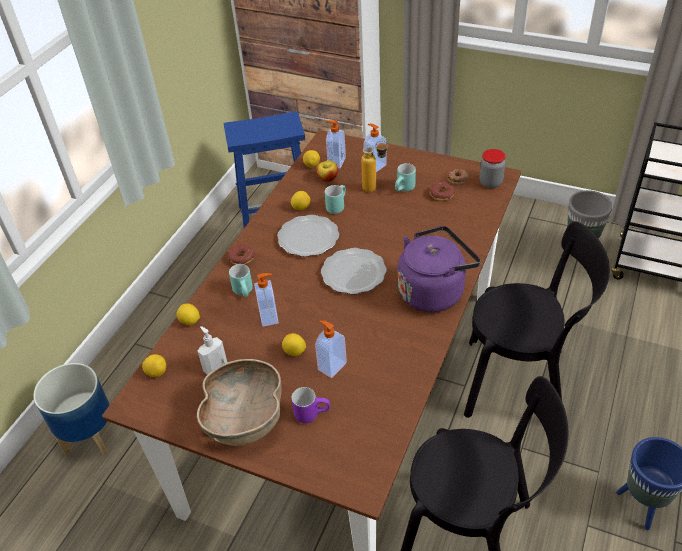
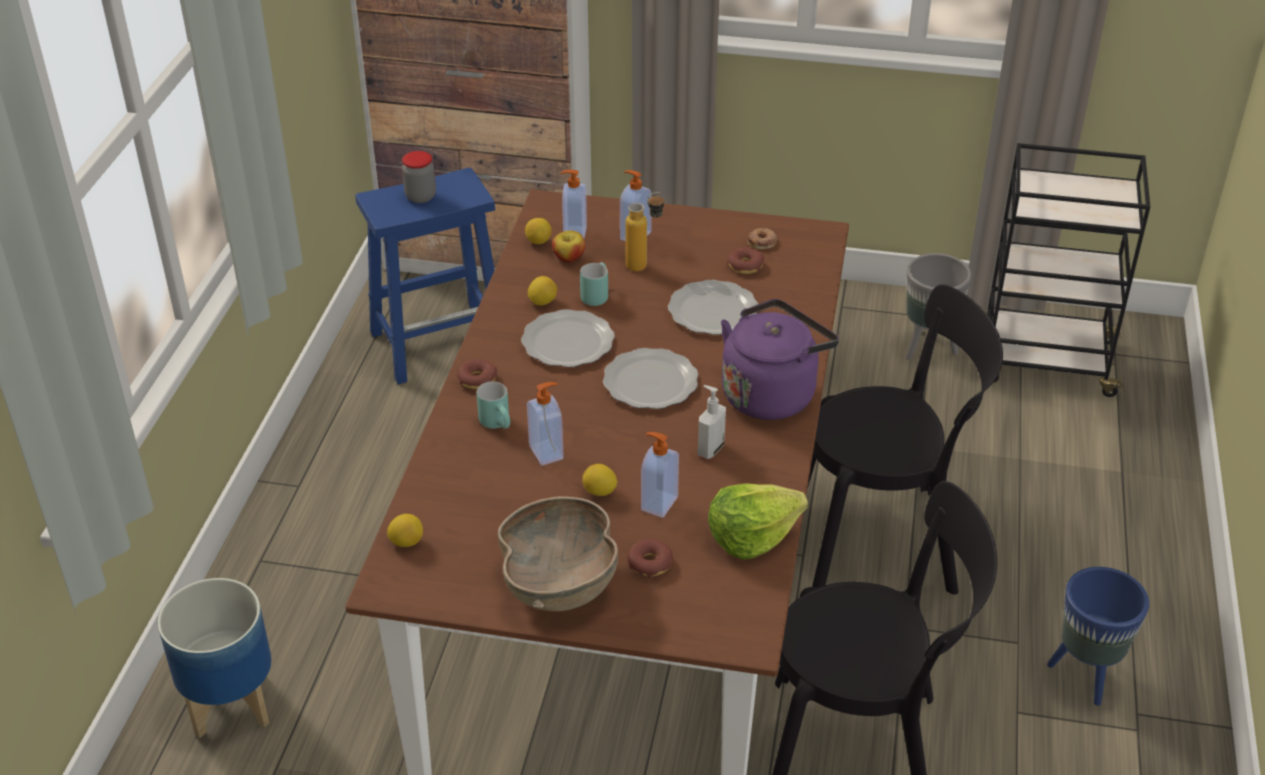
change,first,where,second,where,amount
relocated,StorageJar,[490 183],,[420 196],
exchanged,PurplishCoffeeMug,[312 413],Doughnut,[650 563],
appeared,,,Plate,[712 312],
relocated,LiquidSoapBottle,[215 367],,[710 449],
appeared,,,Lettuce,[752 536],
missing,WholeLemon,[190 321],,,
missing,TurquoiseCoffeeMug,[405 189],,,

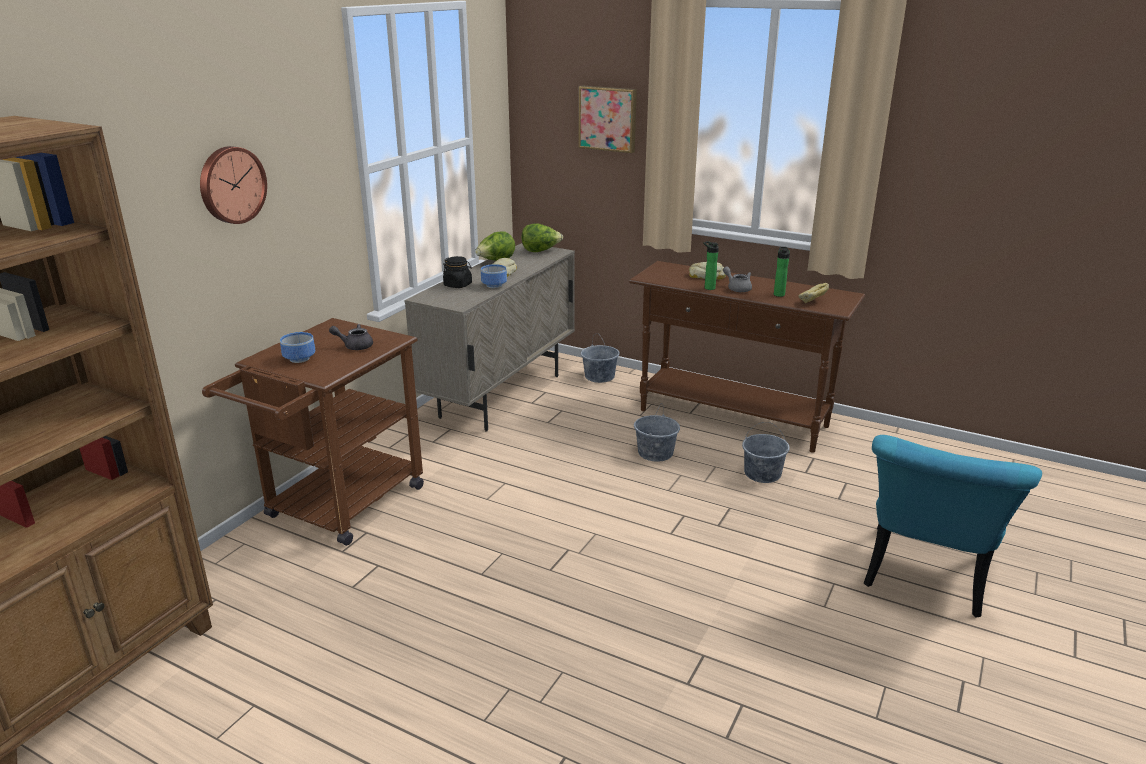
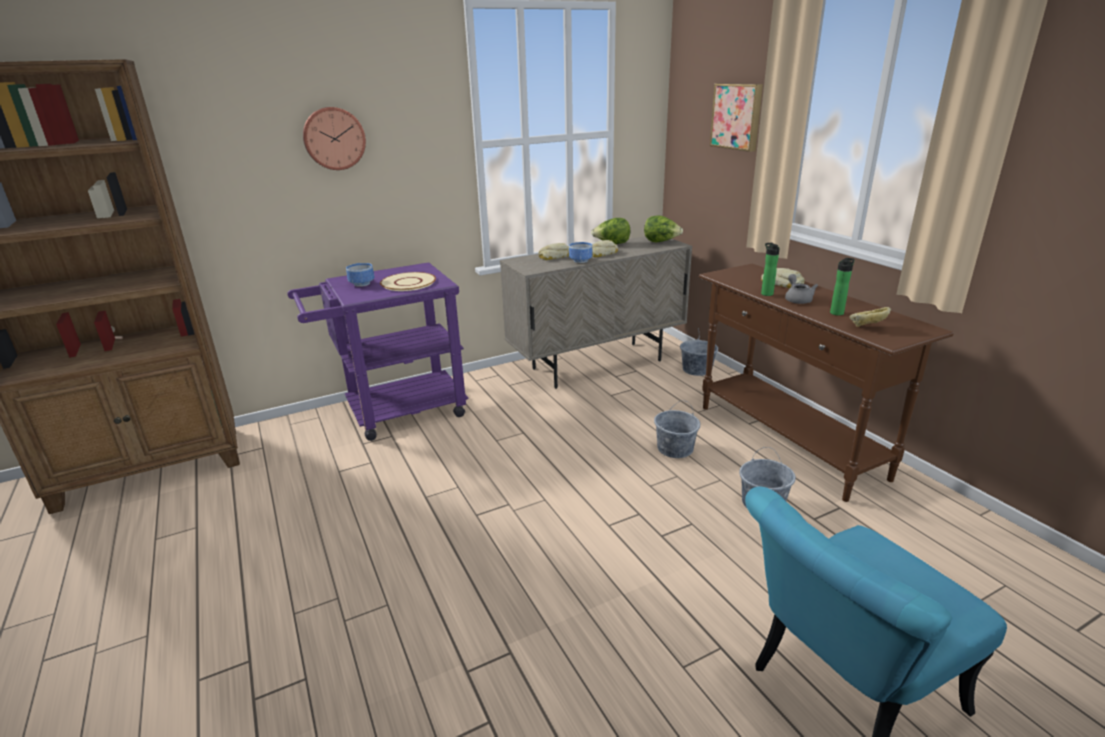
change,first,where,second,where,amount
colour,BrownishTrolley,[337 508],PurplishTrolley,[395 412],
exchanged,GrayPotForTea,[354 346],BeigePlate,[408 283],
exchanged,BlackishStorageJar,[458 285],BakedBread,[554 256],

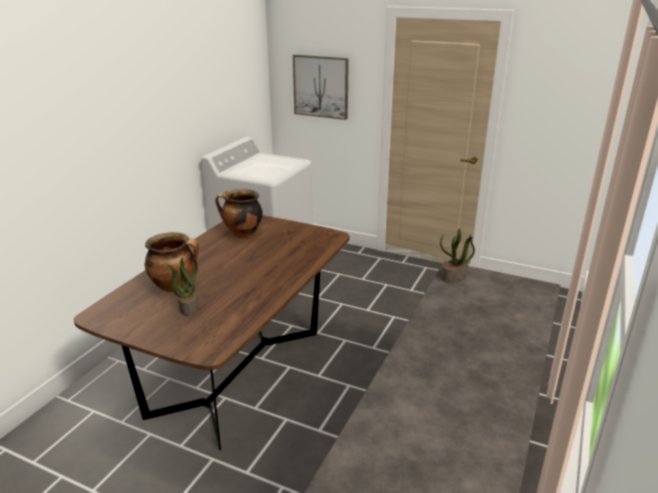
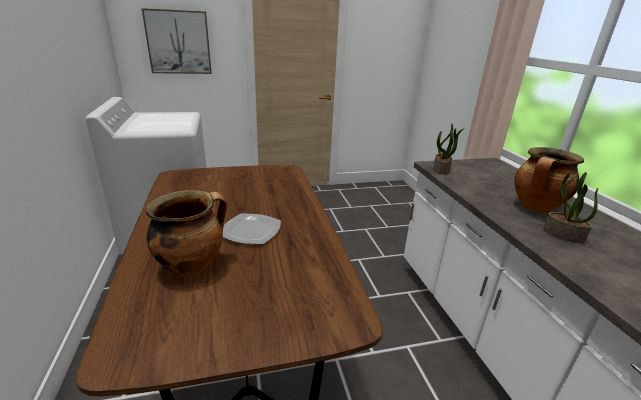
change,first,where,second,where,amount
appeared,,,Plate,[250 231],
relocated,Stockpot,[242 234],,[536 208],
relocated,PottedPlant,[188 307],,[562 235],

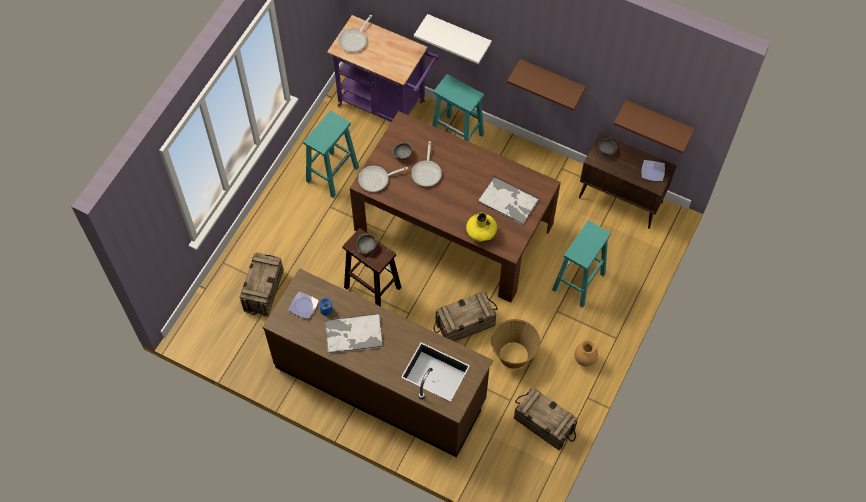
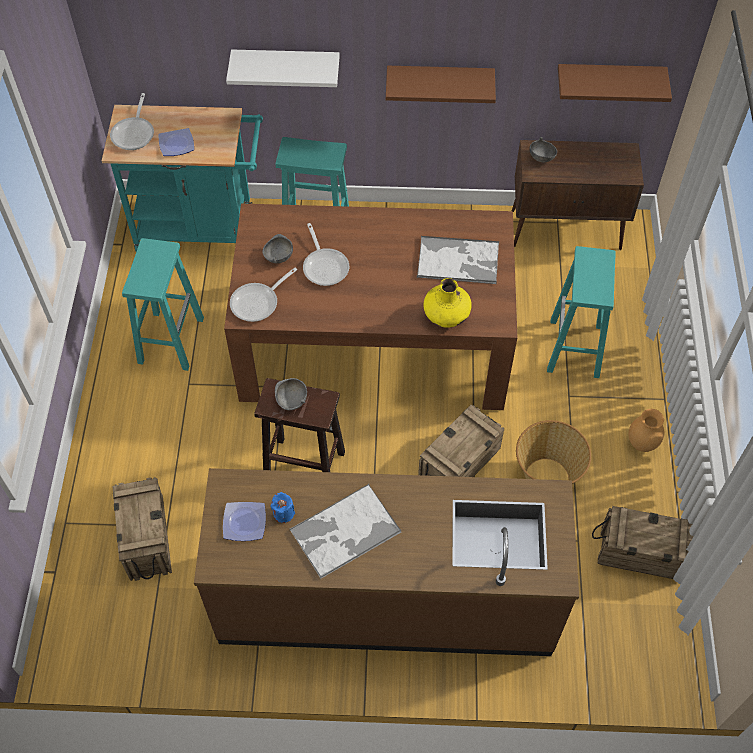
change,first,where,second,where,amount
colour,PurplishTrolley,[386 105],TurquoiseTrolley,[202 227],
relocated,Plate,[652 172],,[176 145],

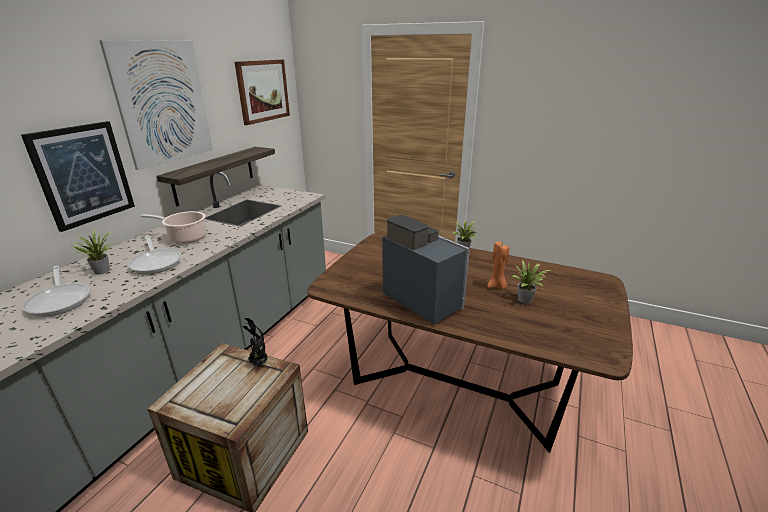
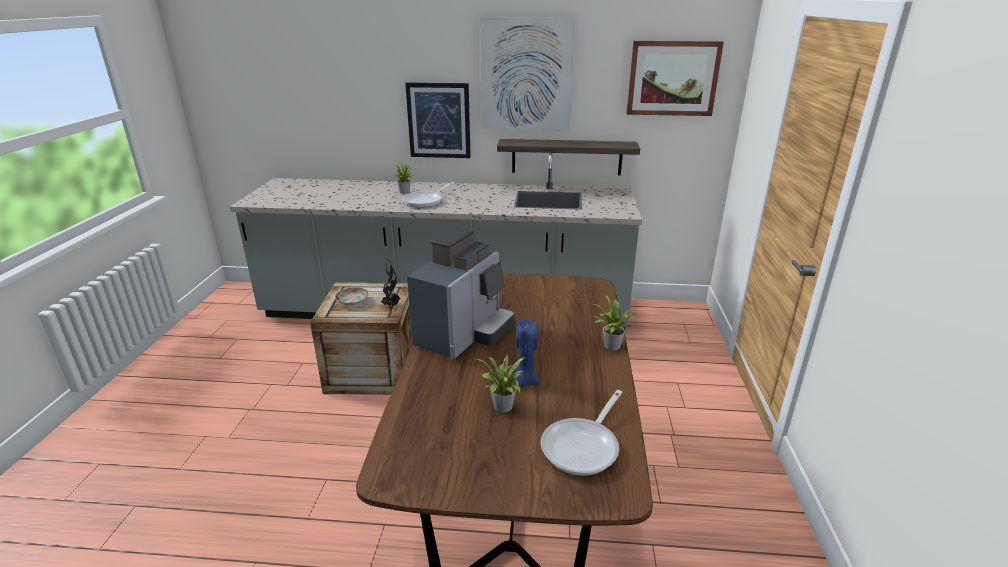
change,first,where,second,where,amount
appeared,,,Plate,[353 302],
colour,OrangeCandle,[496 286],BluishCandle,[525 381],
relocated,FryingPan,[60 300],,[584 446],
missing,Stockpot,[186 238],,,

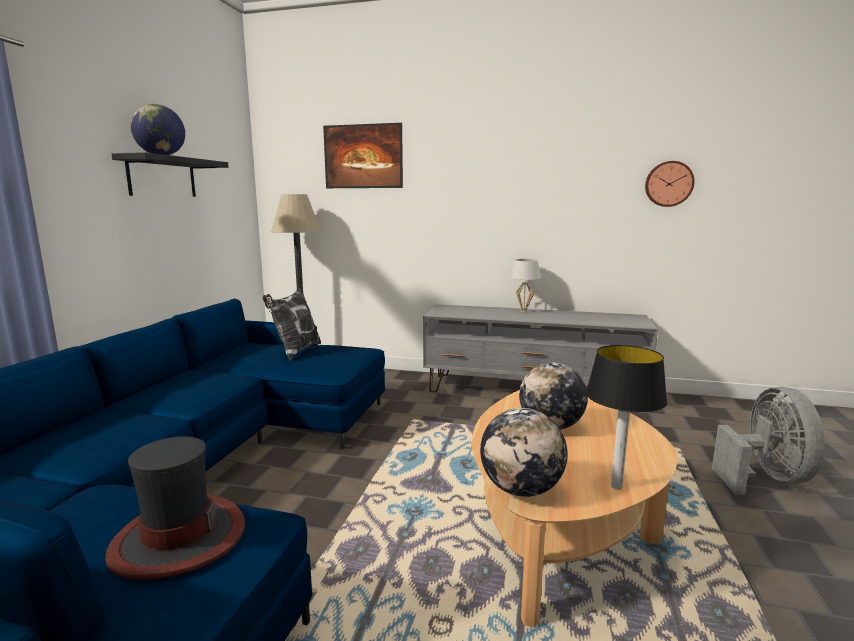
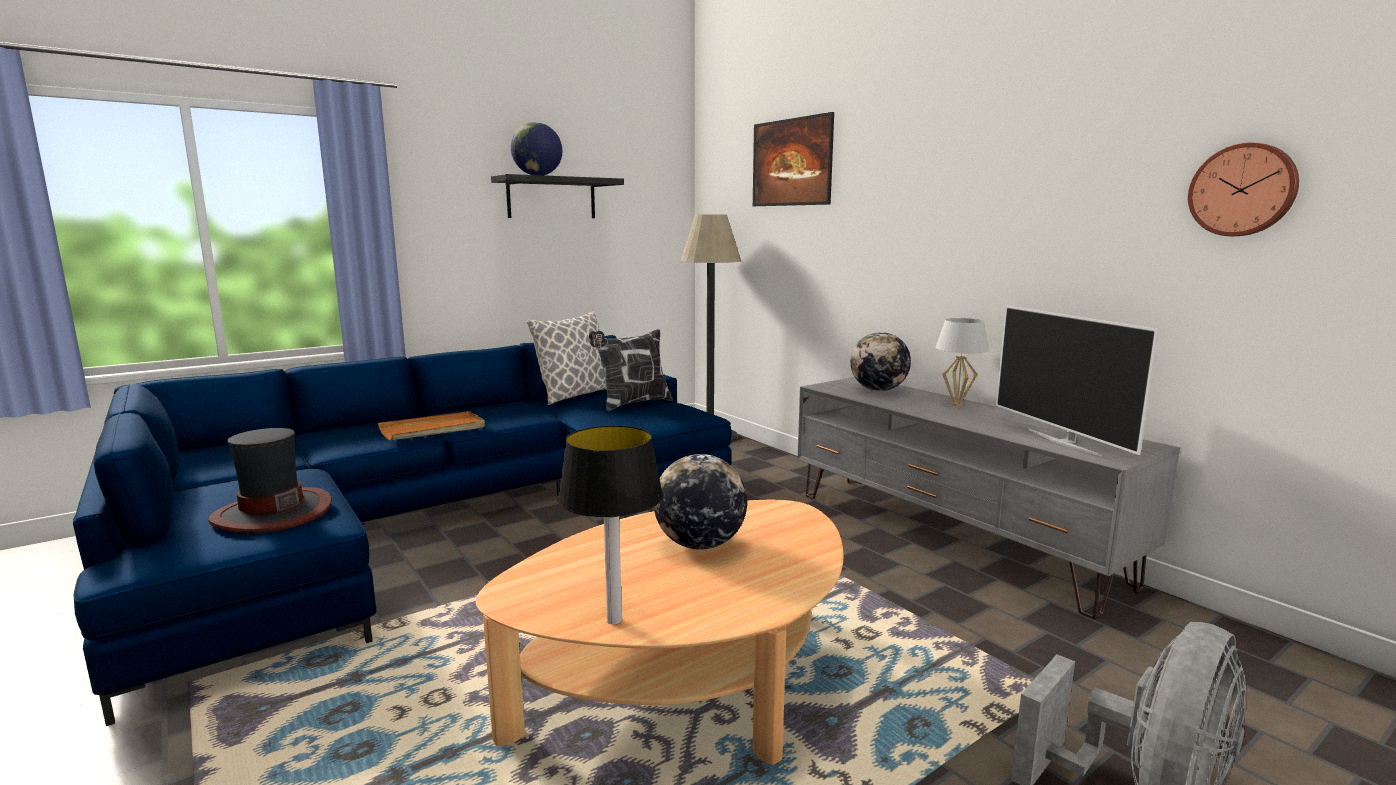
change,first,where,second,where,amount
appeared,,,OrangeTray,[433 429],
appeared,,,Cushion,[575 395],
relocated,Globe,[521 489],,[878 390],
appeared,,,TvSet,[1064 442],

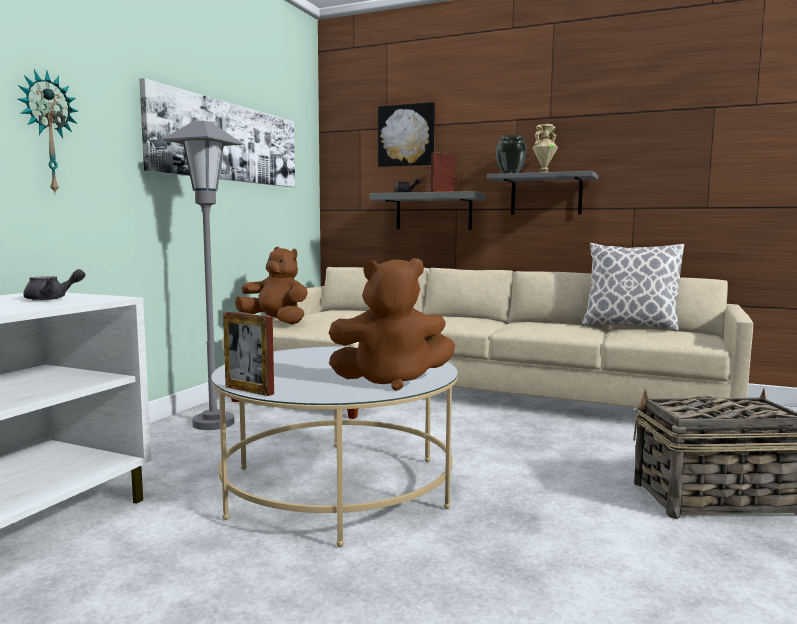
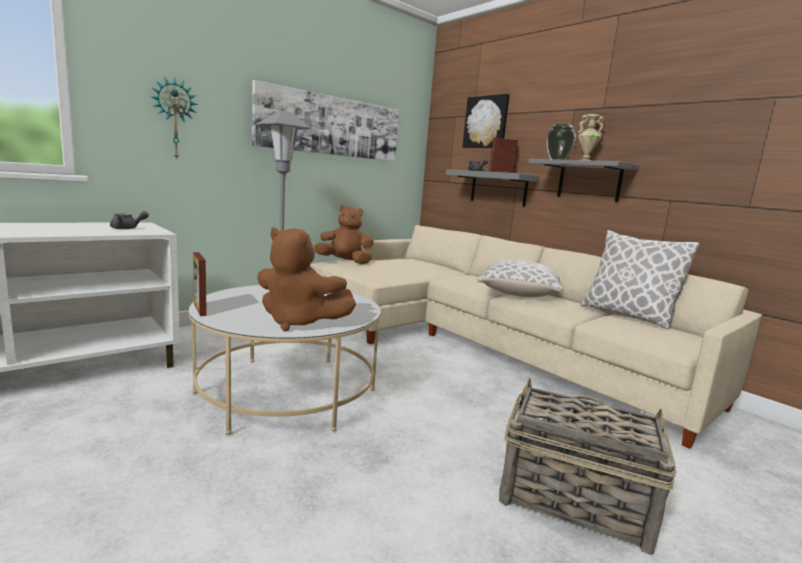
change,first,where,second,where,amount
spun,BrownishSoftToy,[275 322],,[345 262],45 degrees counterclockwise
appeared,,,Cushion,[518 294],

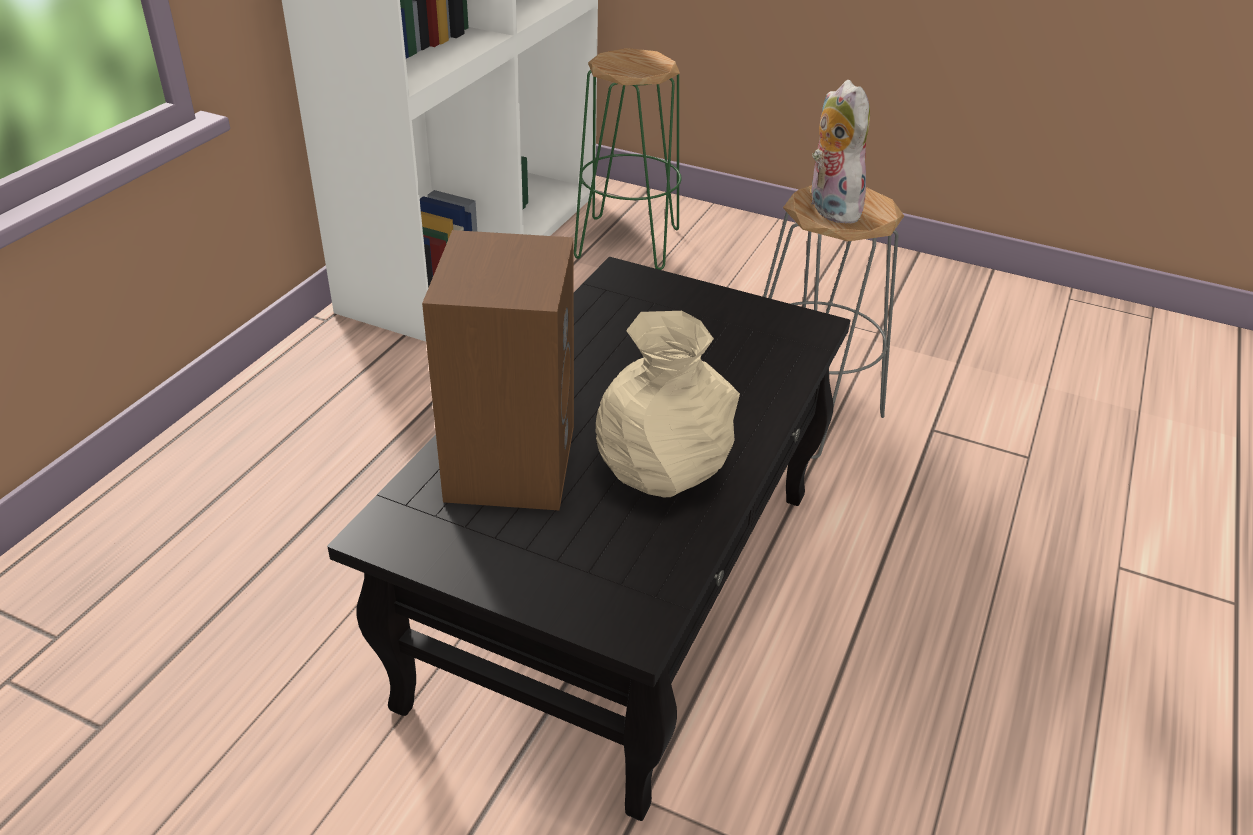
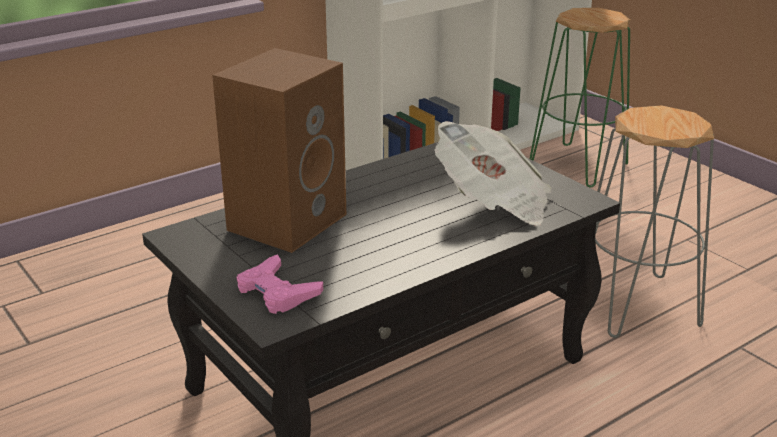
change,first,where,second,where,amount
appeared,,,PinkColouredGameController,[277 292],
appeared,,,Newspaper,[493 202],
missing,BeigeFlowerVase,[662 469],,,
missing,SoftToy,[829 208],,,

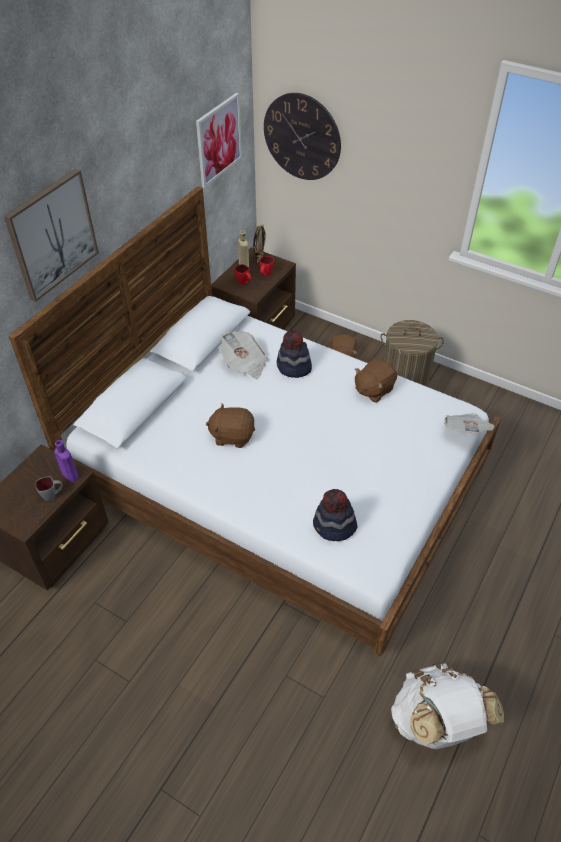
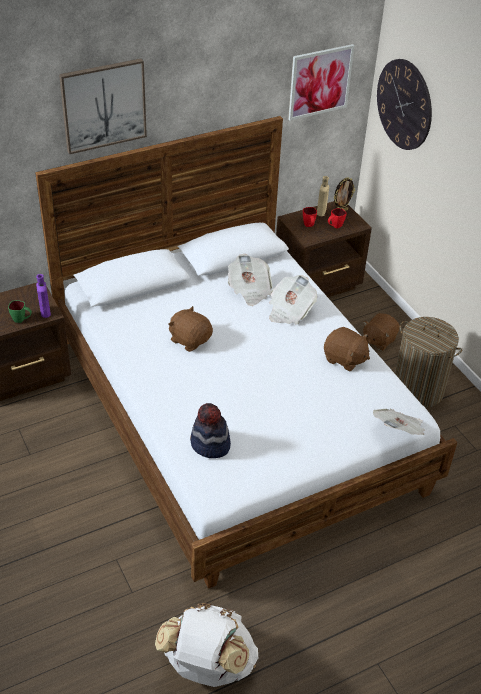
change,first,where,second,where,amount
colour,GrayCoffeeMug,[53 495],GreenishCoffeeMug,[22 320],
exchanged,WearableHat,[293 367],Newspaper,[289 311],
spun,BrownishSoftToy,[373 390],,[344 359],135 degrees counterclockwise

